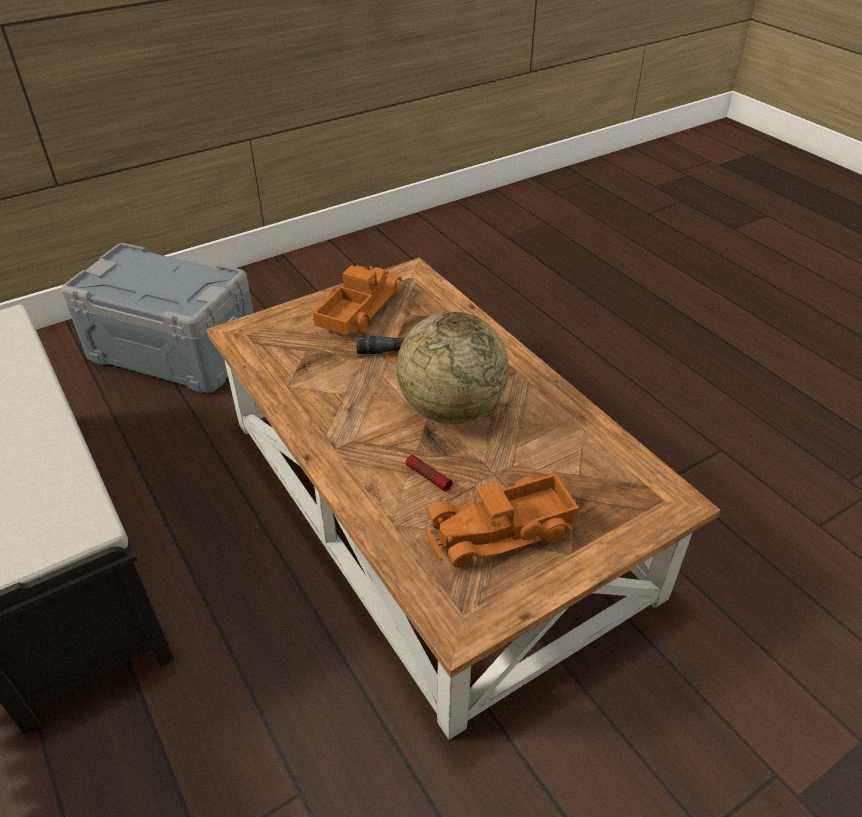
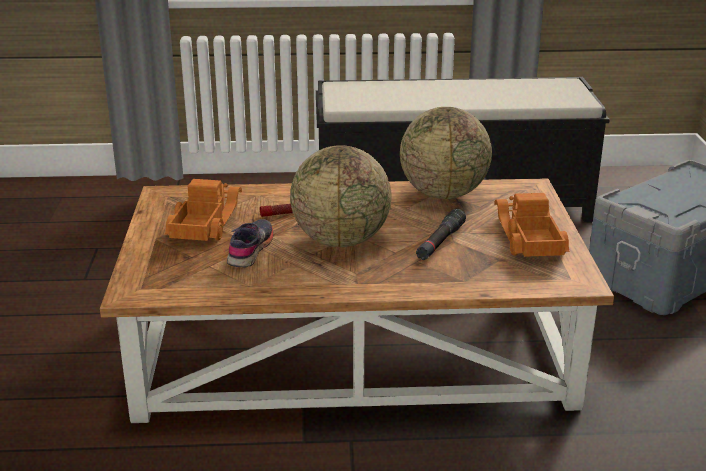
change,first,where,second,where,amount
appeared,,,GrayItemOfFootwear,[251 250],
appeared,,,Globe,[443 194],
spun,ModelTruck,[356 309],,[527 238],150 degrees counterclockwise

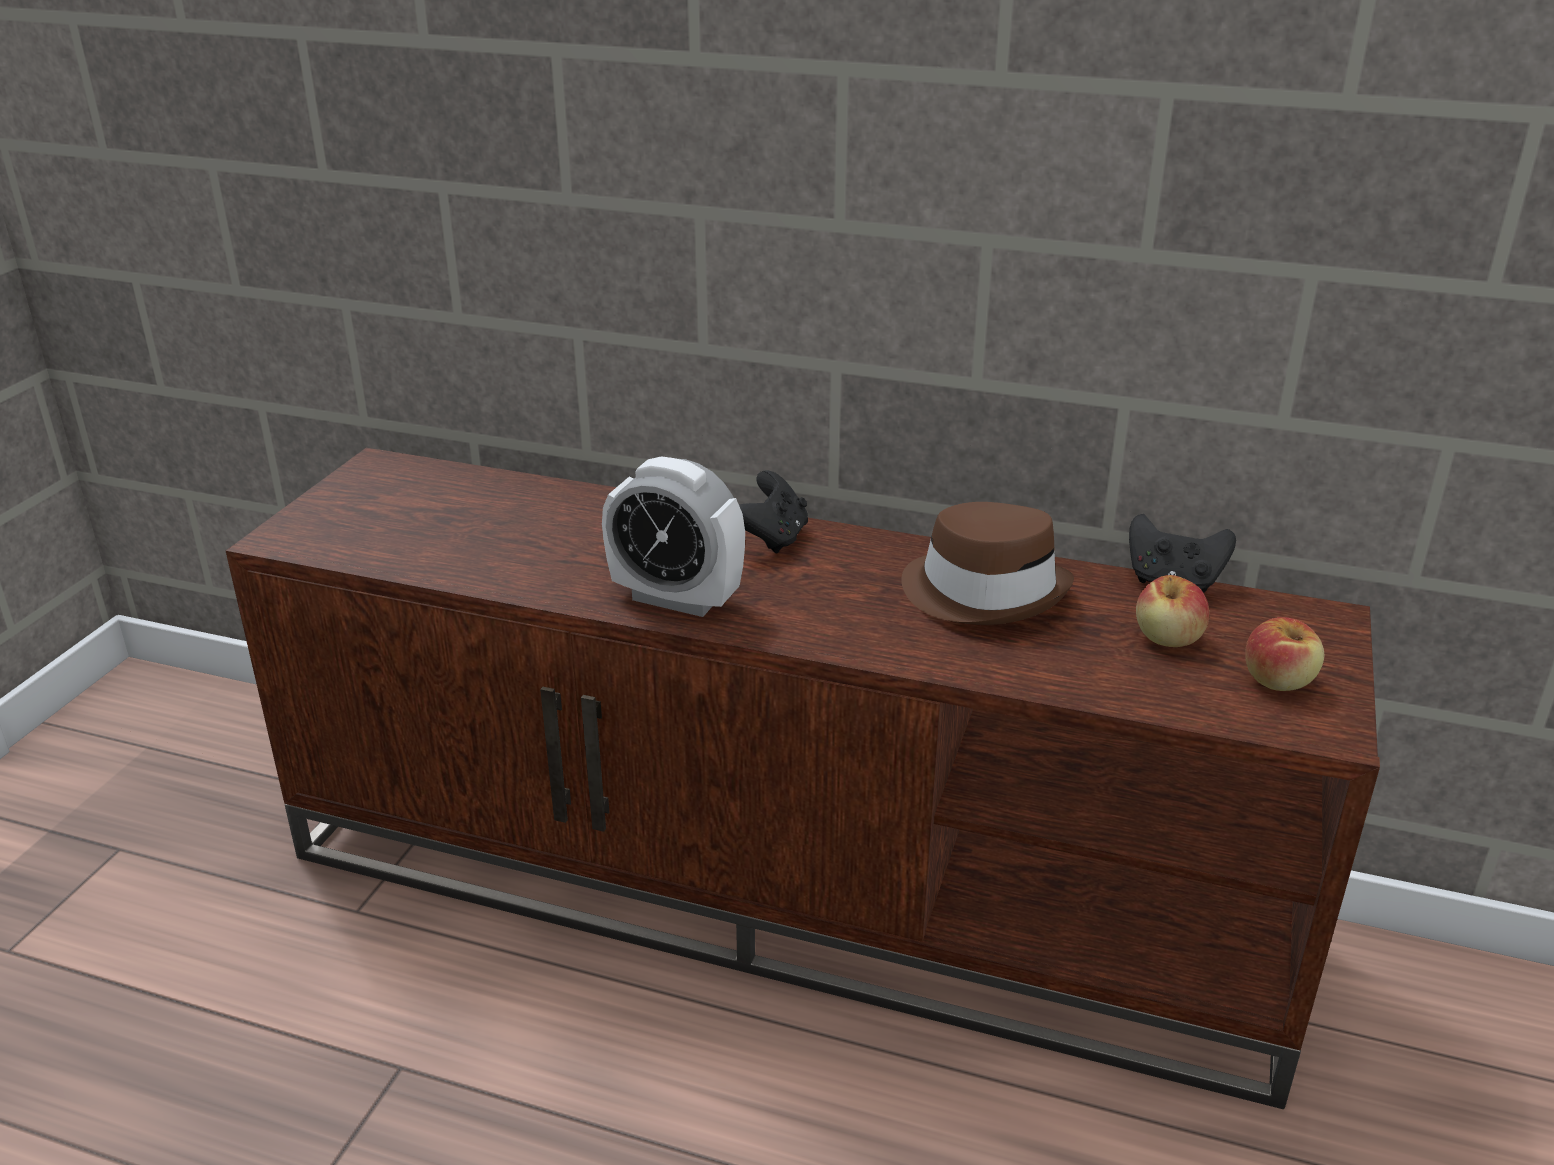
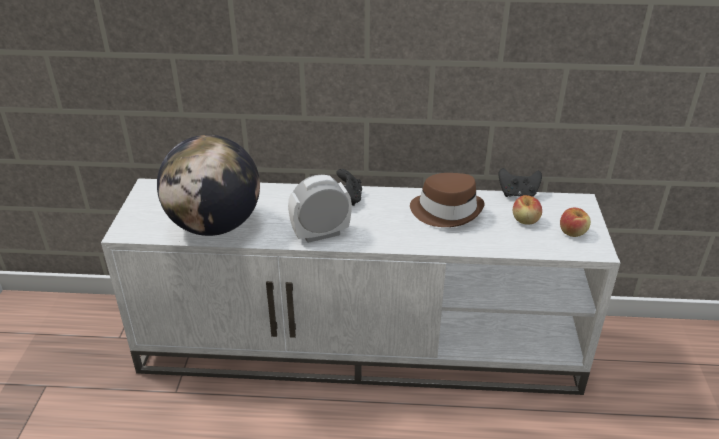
change,first,where,second,where,amount
colour,BrownishTvUnit,[785 888],WhiteColouredTvUnit,[362 344],
appeared,,,Globe,[214 226],
spun,TableClock,[676 598],,[321 234],150 degrees clockwise

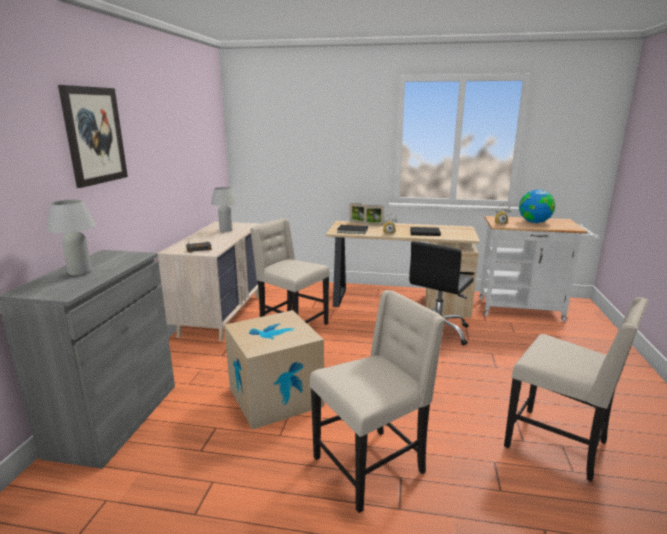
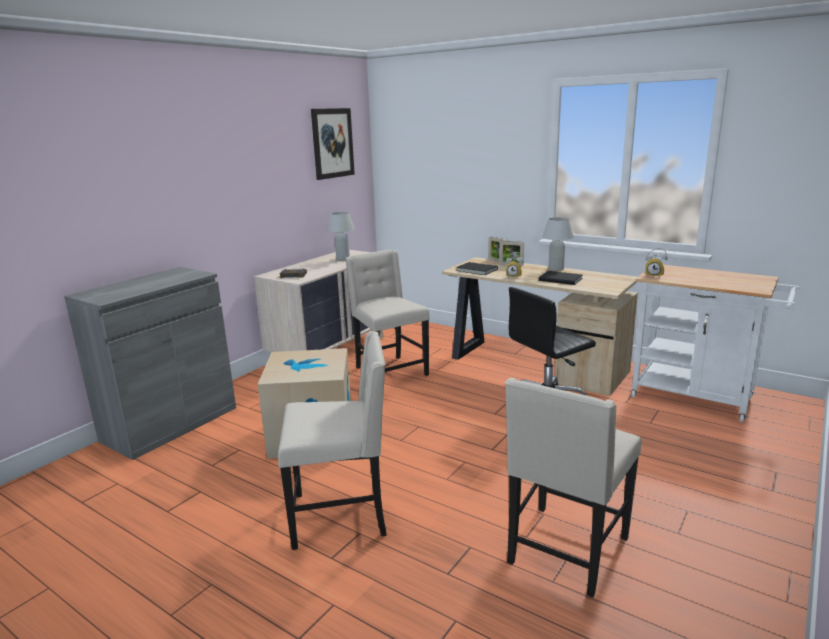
change,first,where,second,where,amount
relocated,WallPicture,[94 135],,[332 143],
spun,BeigeUprightChair,[558 444],,[565 551],60 degrees clockwise
relocated,WhiteColouredLampForATable,[80 272],,[556 269],
missing,Globe,[534 222],,,

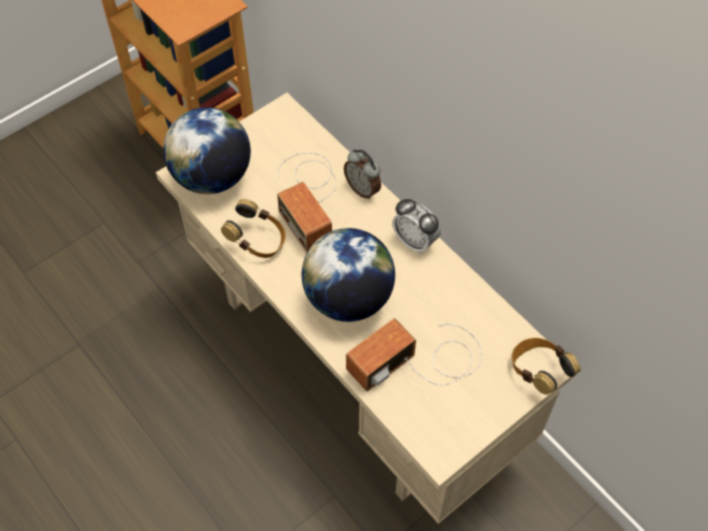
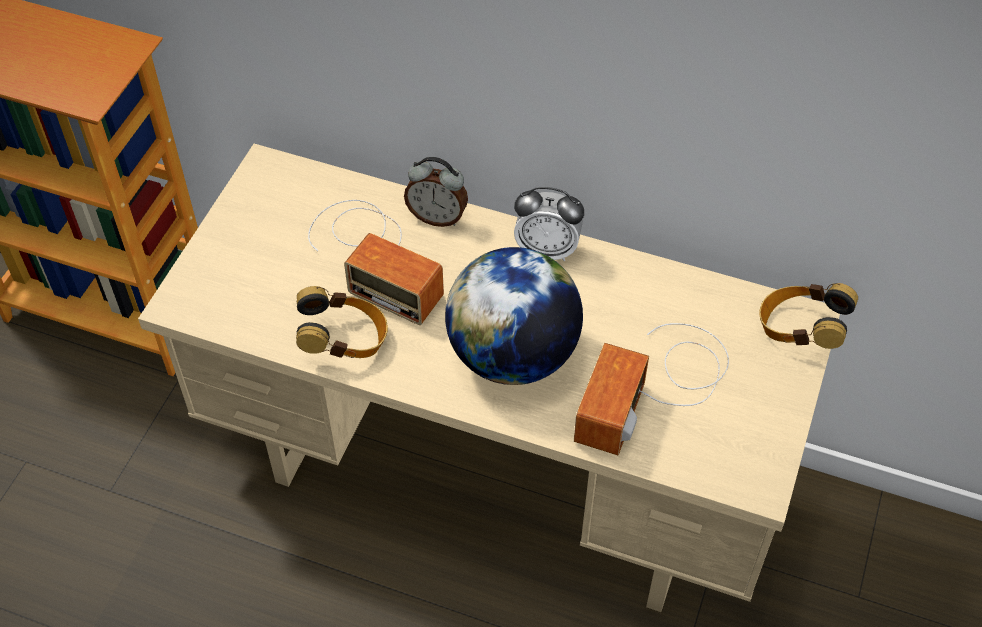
change,first,where,second,where,amount
missing,Globe,[212 177],,,

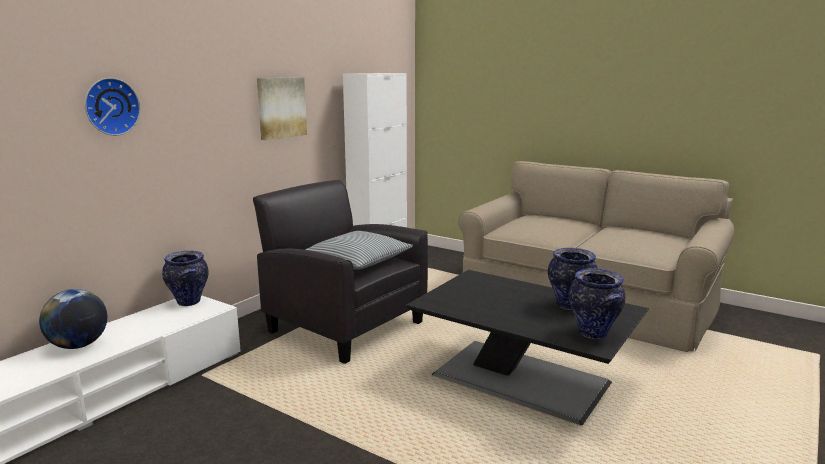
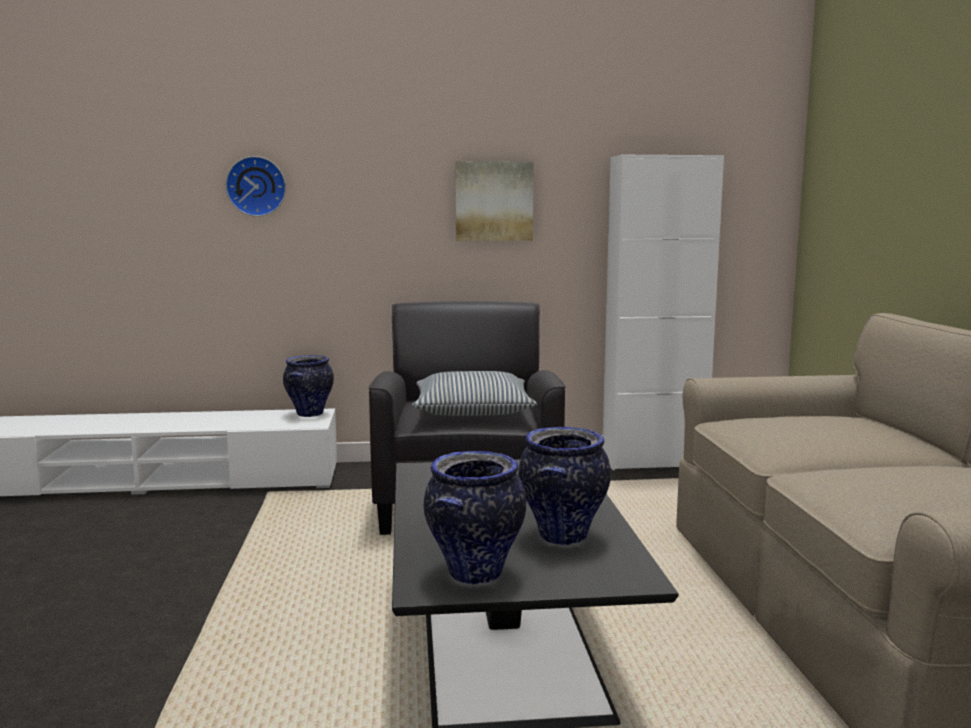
change,first,where,second,where,amount
missing,Globe,[78 345],,,

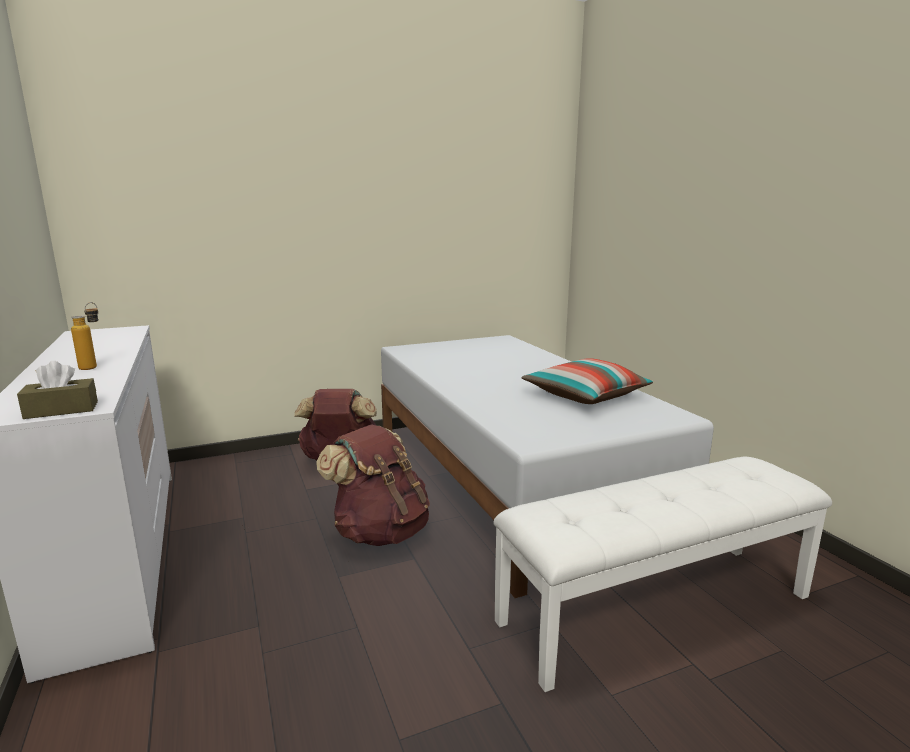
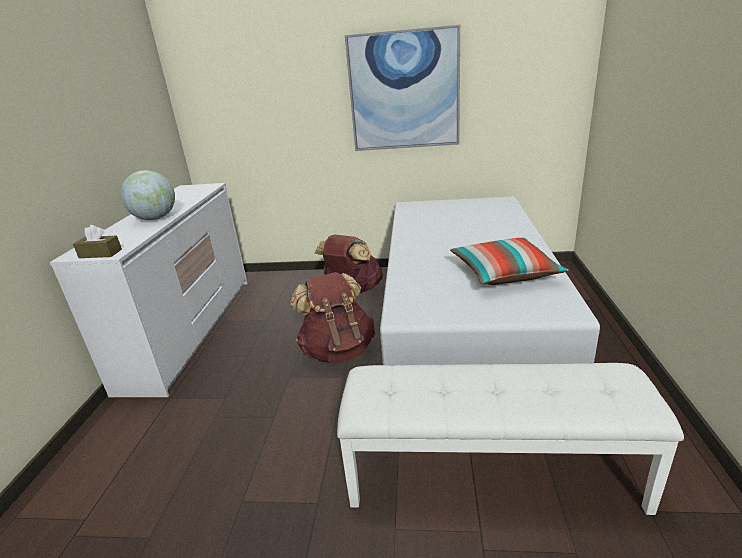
change,first,where,second,where,amount
exchanged,Bottle,[94 366],Globe,[155 218],
appeared,,,WallPicture,[404 91],

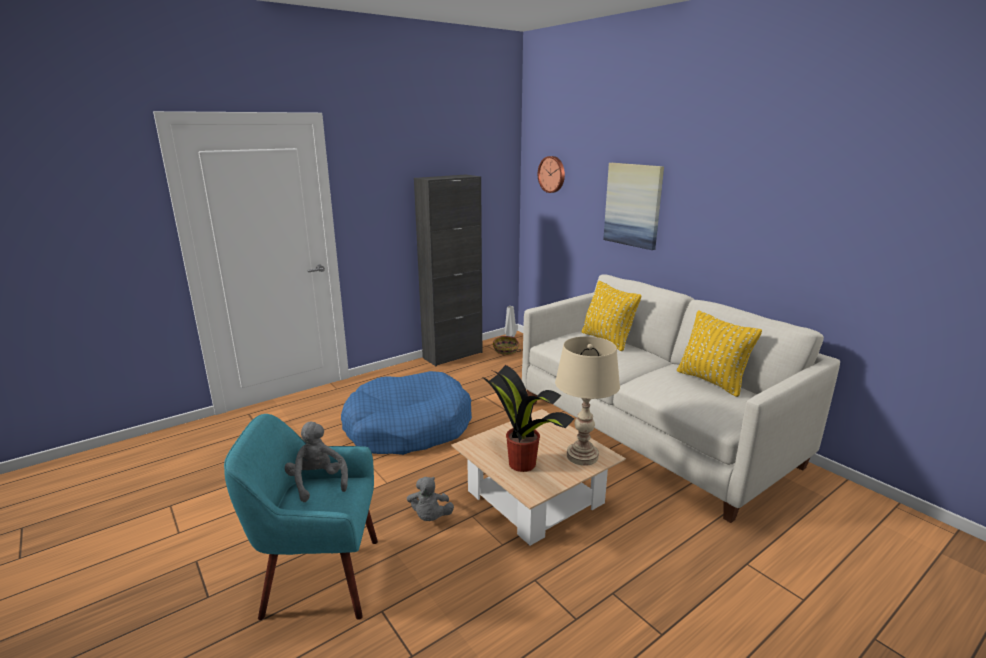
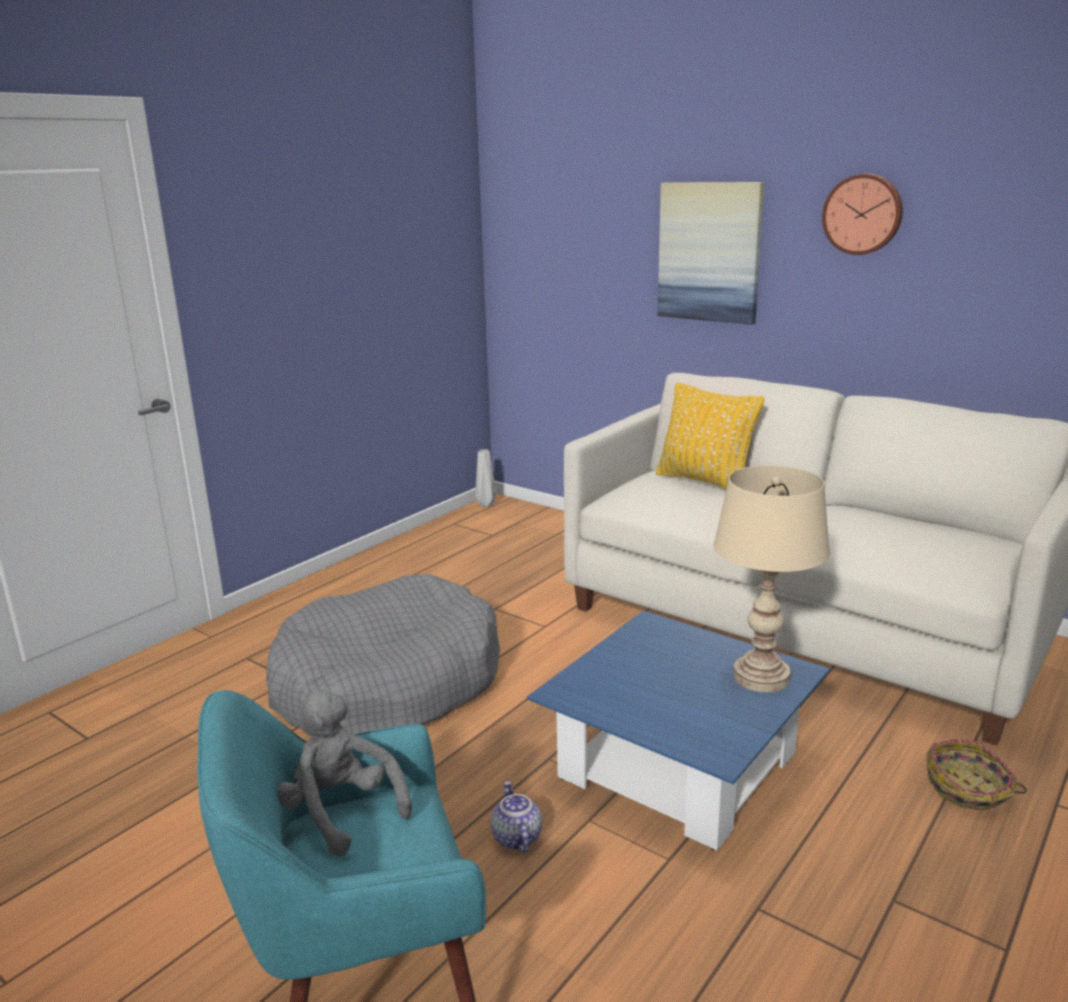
change,first,where,second,where,amount
colour,BluishDogBed,[408 427],GrayDogBed,[387 685],
exchanged,GraySoftToy,[430 517],PotForTea,[515 838],
colour,BeigeLoungeTable,[535 497],BluishLoungeTable,[678 765],
relocated,ClockOnTheWall,[552 174],,[863 214],
relocated,Basket,[506 350],,[968 789],
missing,BlackishCabinet,[452 355],,,
missing,PottedPlant,[521 462],,,
missing,YellowishCushion,[711 381],,,

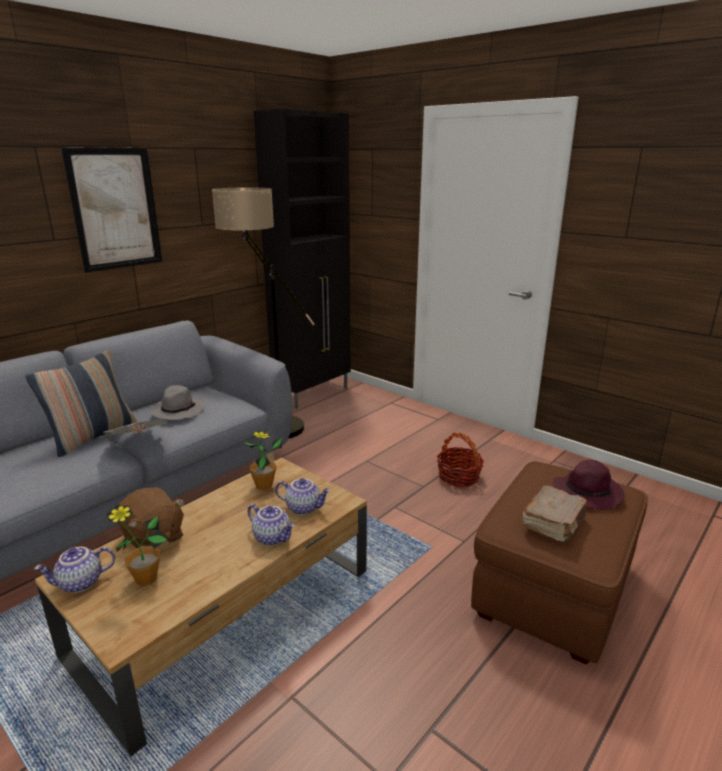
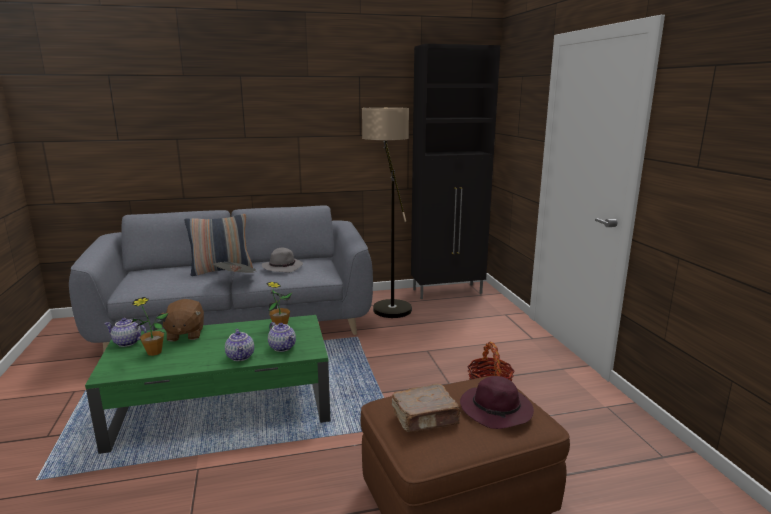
change,first,where,second,where,amount
colour,BrownishLoungeTable,[228 610],GreenishLoungeTable,[224 406],
missing,WallPicture,[115 209],,,

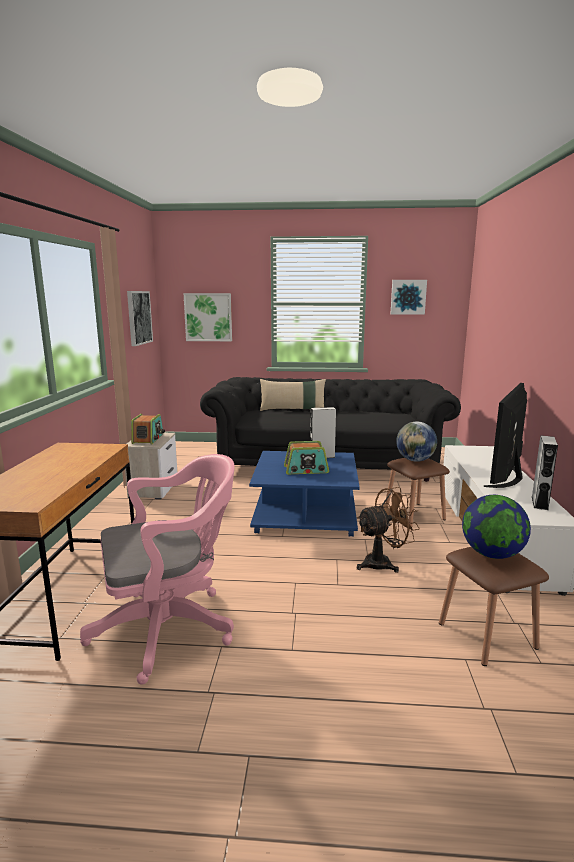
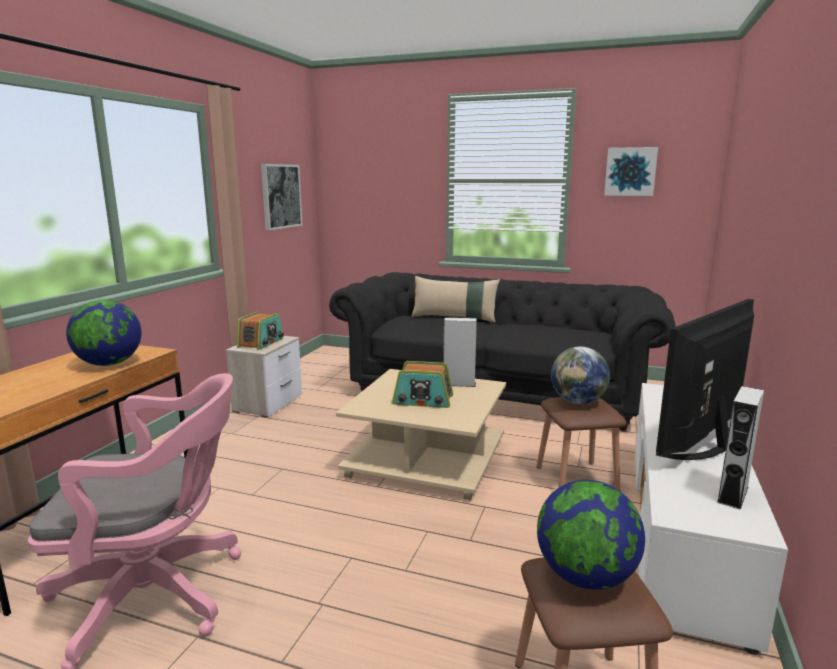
change,first,where,second,where,amount
appeared,,,Globe,[109 364],
colour,BluishLoungeTable,[306 514],BeigeLoungeTable,[428 458],
missing,WallPicture,[208 317],,,
missing,BrownishCoolingFan,[383 563],,,

